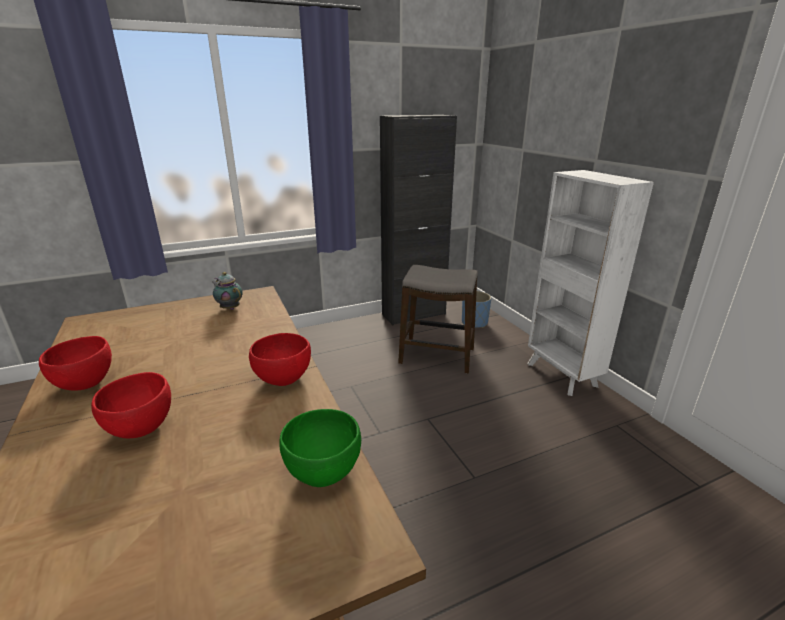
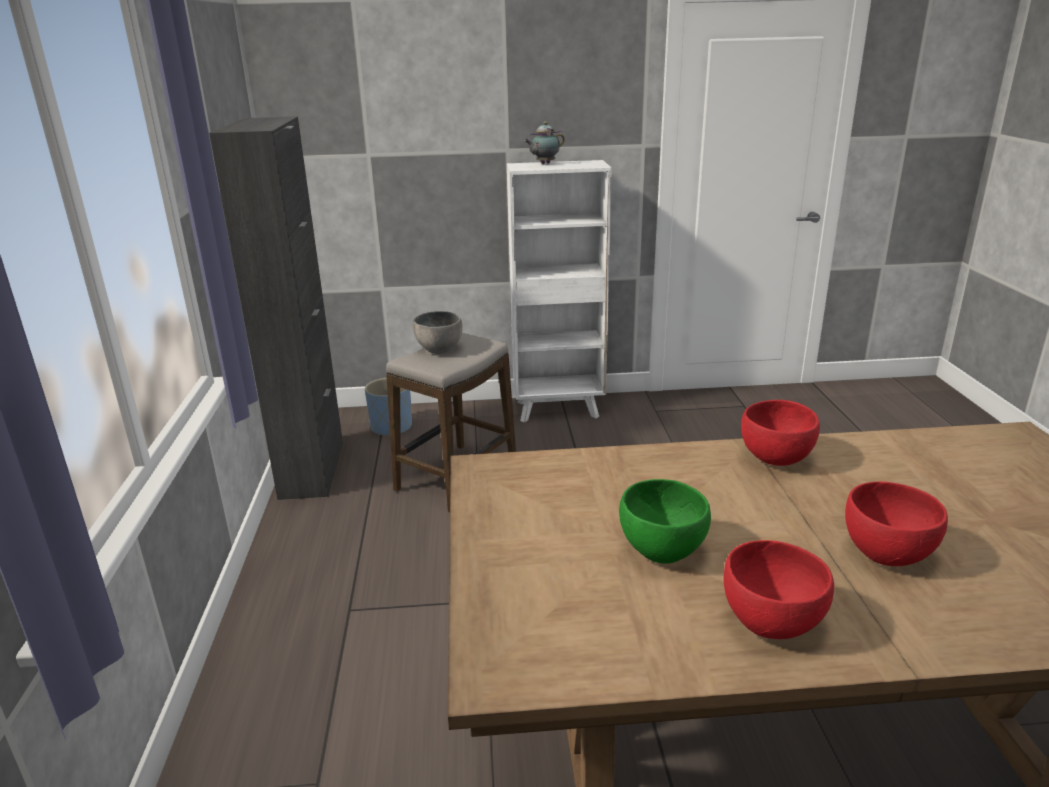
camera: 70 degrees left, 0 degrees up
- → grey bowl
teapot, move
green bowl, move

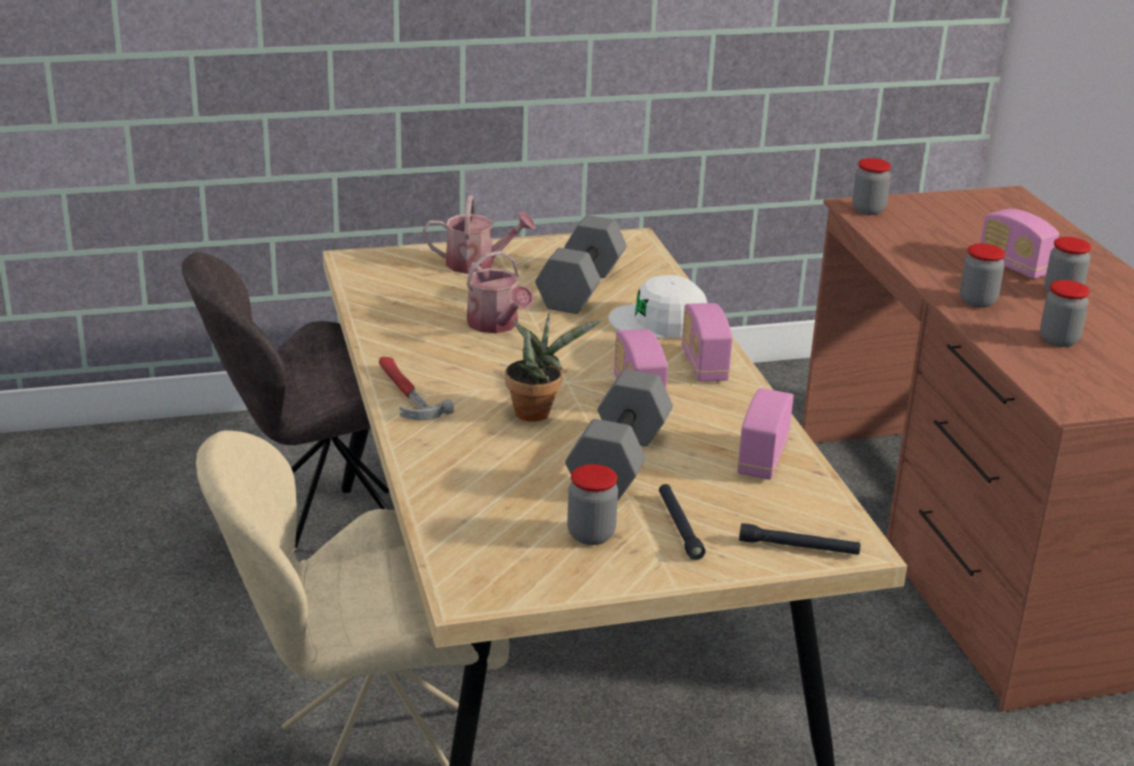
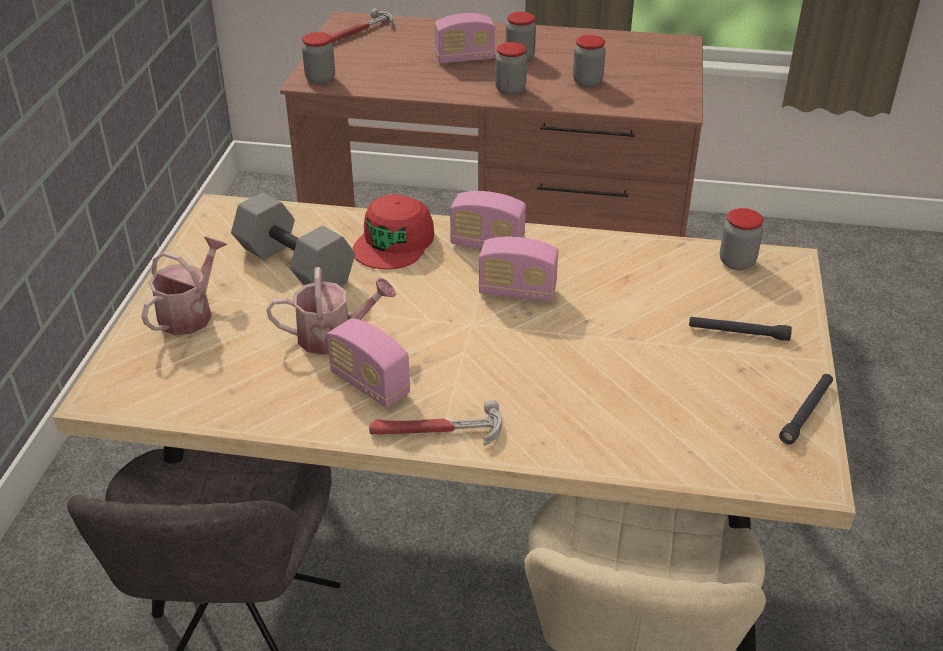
camera: 65 degrees left, 10 degrees up
radio (3rd from left in the first image) → radio (1st from left), move
- → hammer (1st from left)
white cap → red cap
jar (1st from left in the first image) → jar (5th from left), move
black flashlight (2nd from left), move
potted plant → -
grey dumbbell (2nd from left) → -

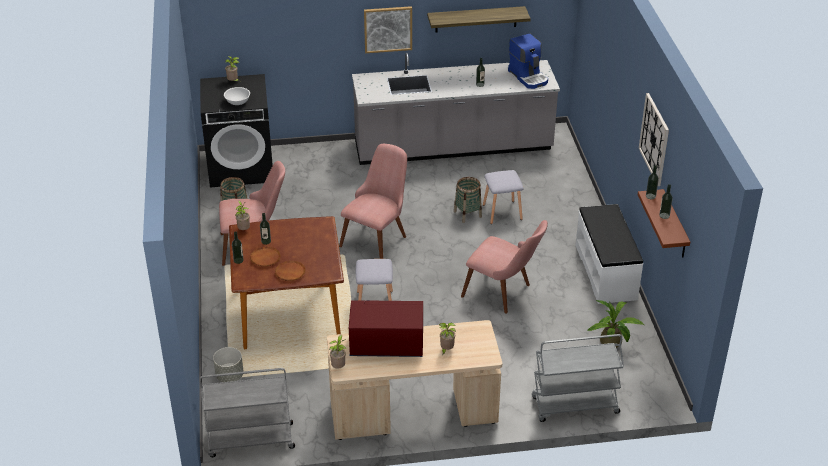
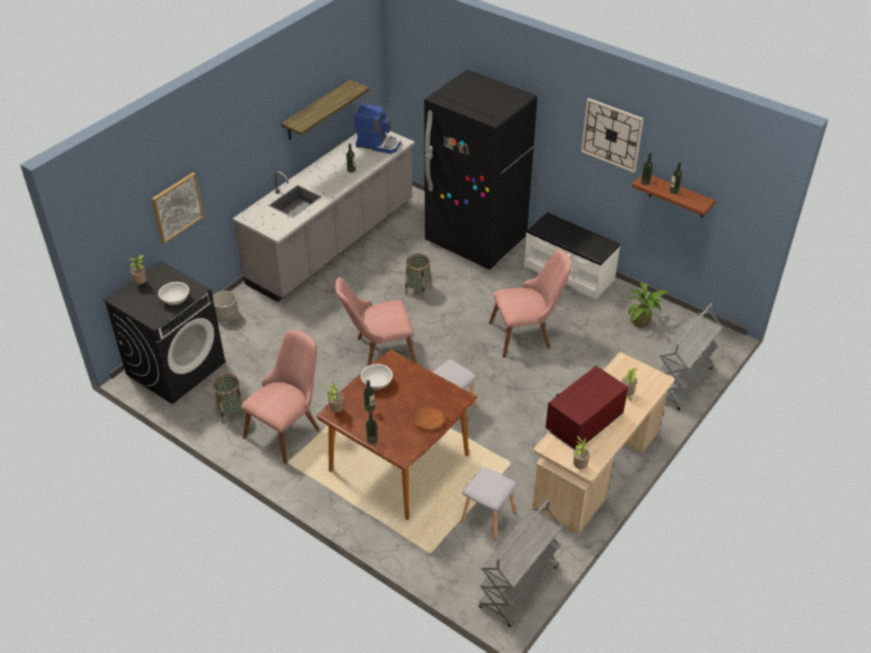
camera: 45 degrees left, 5 degrees up
picture, move
grey planter, move
pink chair (2nd from left), 90 degrees counterclockwise
- → white bowl (2nd from left)
- → black fridge
grey stool (2nd from left), move
brown plate (1st from left) → -

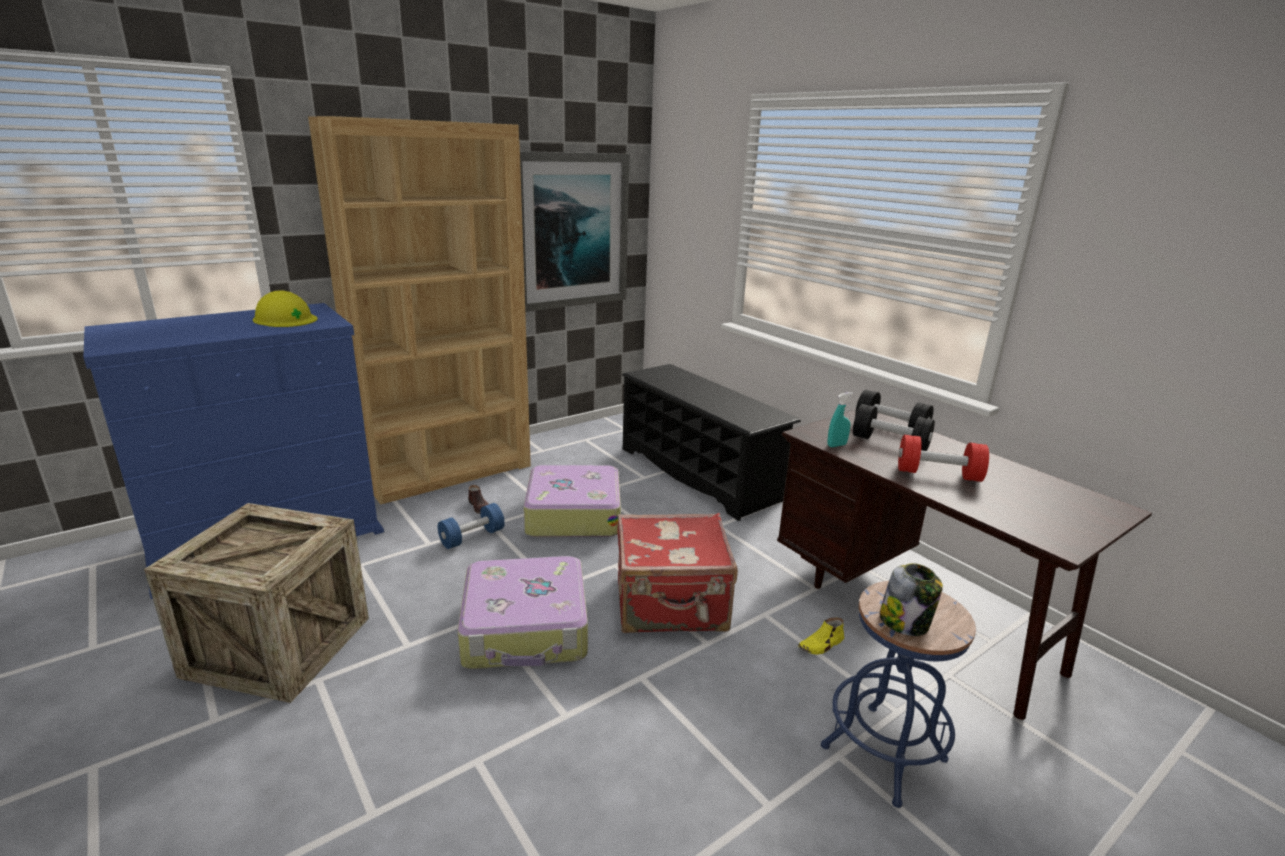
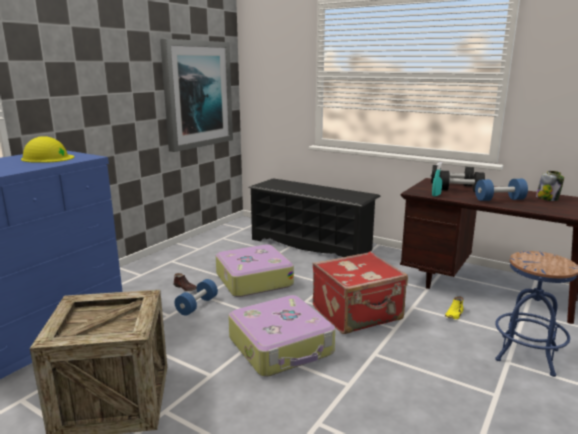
camera: 20 degrees left, 5 degrees down
red dumbbell → blue dumbbell (2nd from left)
jar, move
brown bookcase → -

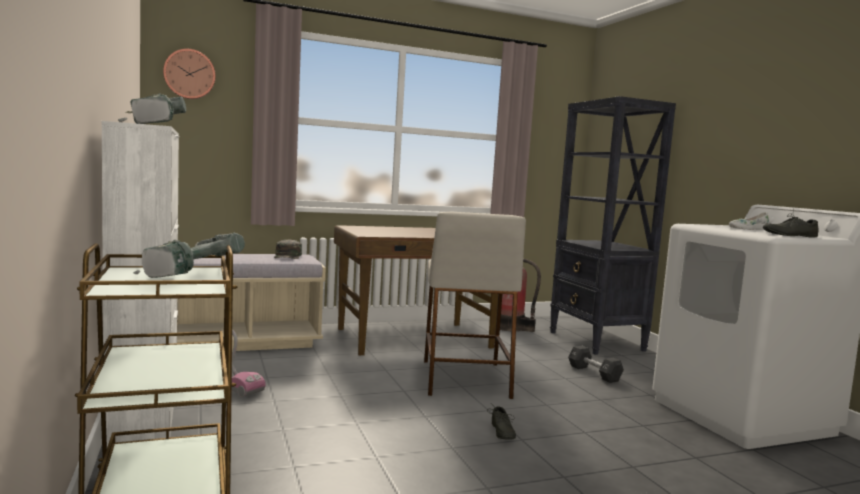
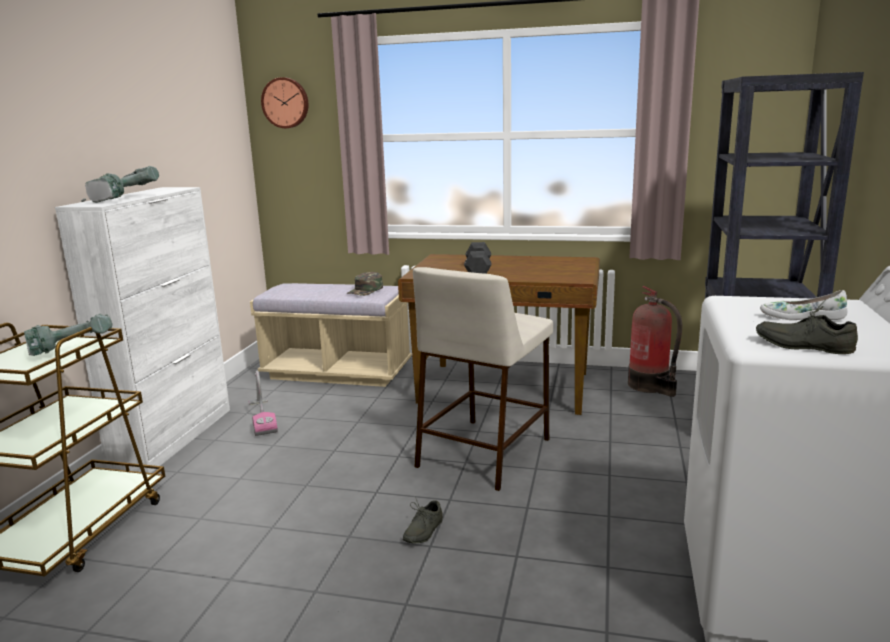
camera: 35 degrees right, 10 degrees up
black dumbbell, move

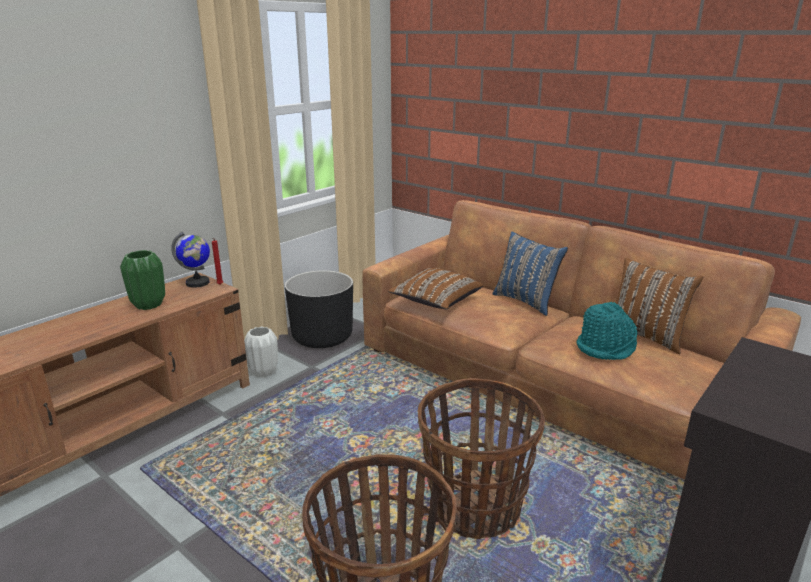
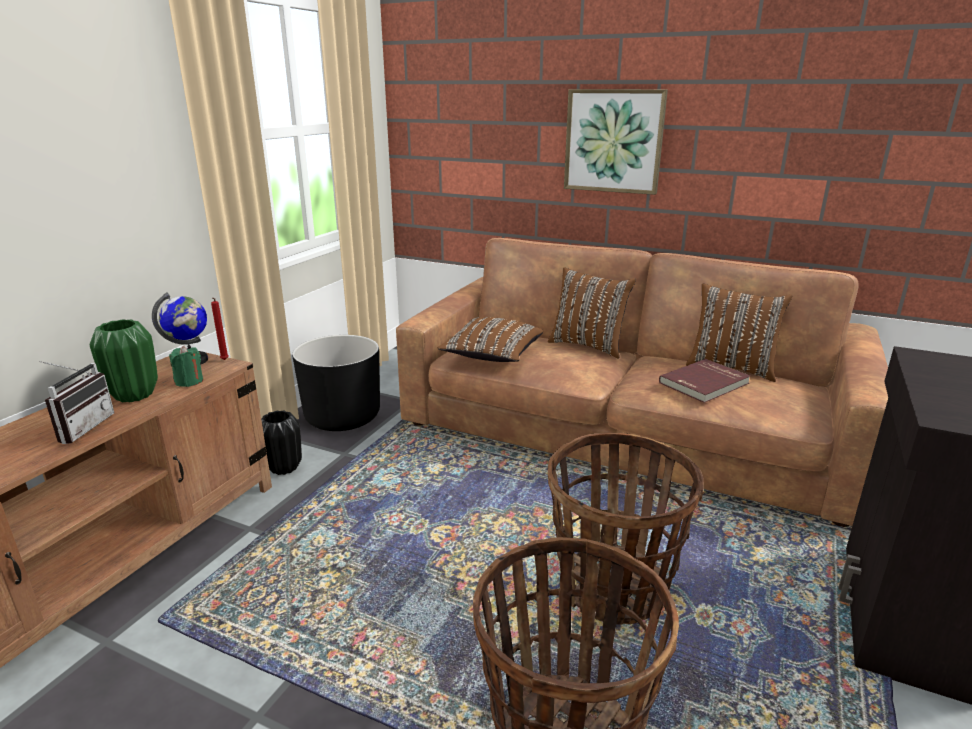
camera: 15 degrees left, 0 degrees up
- → radio
- → green candle
white vase → black vase
blue pillow → brown pillow (2nd from left)
- → picture
turquoise hat → red book

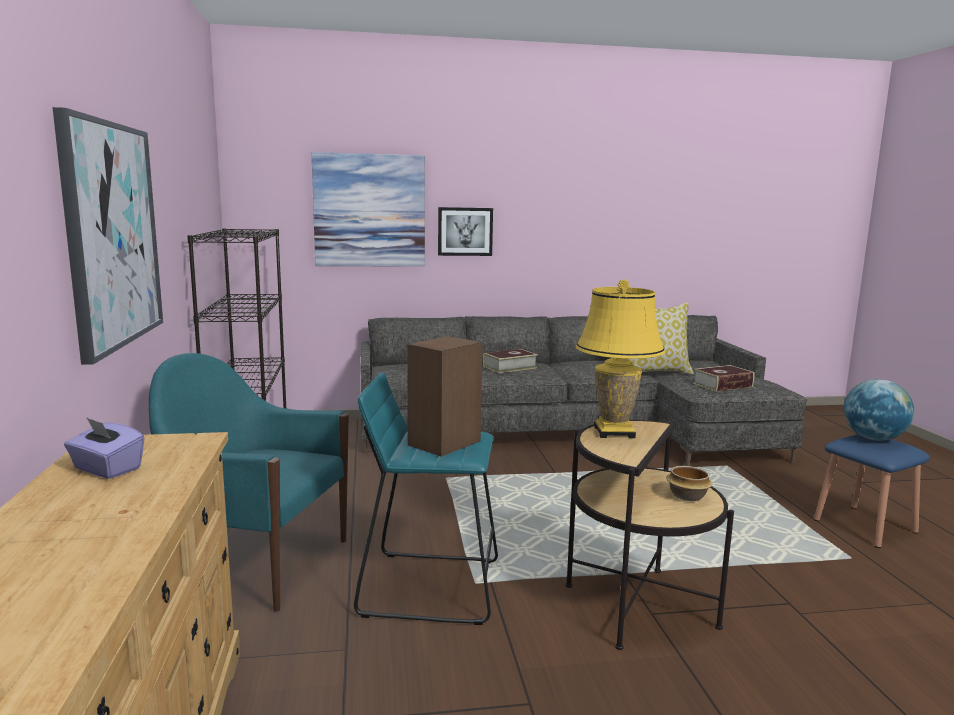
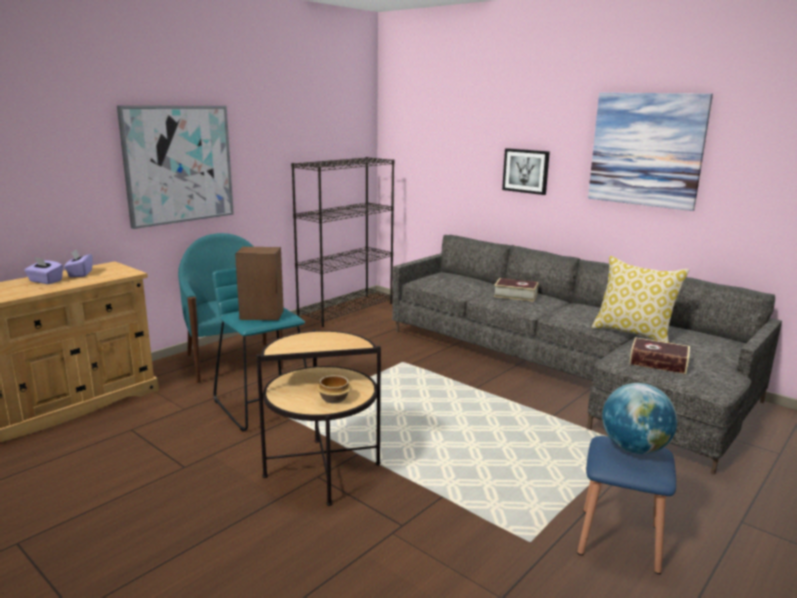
camera: 50 degrees right, 5 degrees up
- → purple tissue box (1st from left)
picture (2nd from left in the first image) → picture (3rd from left), move
yellow table lamp → -

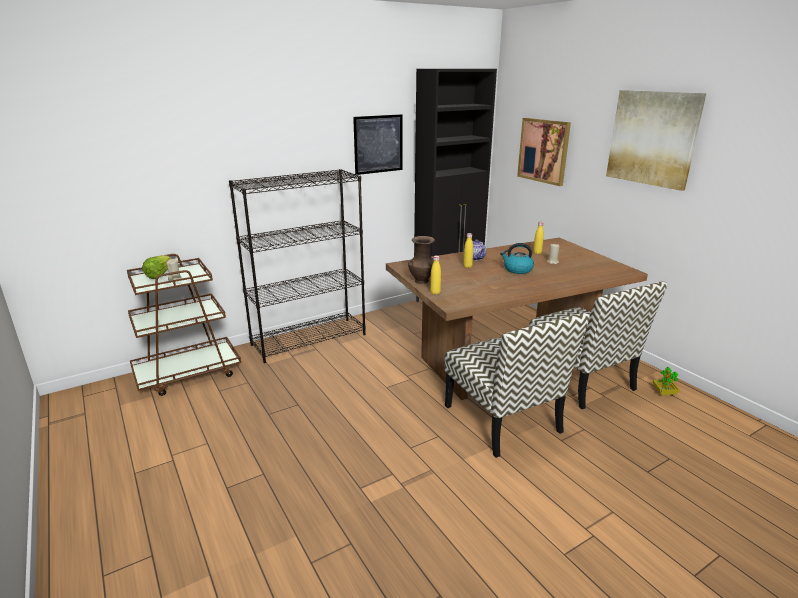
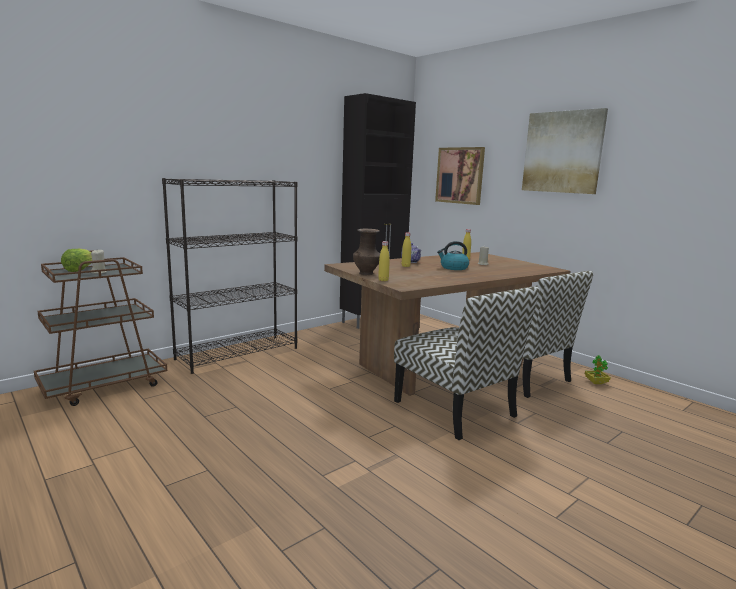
camera: 10 degrees left, 10 degrees down
picture (1st from left) → -

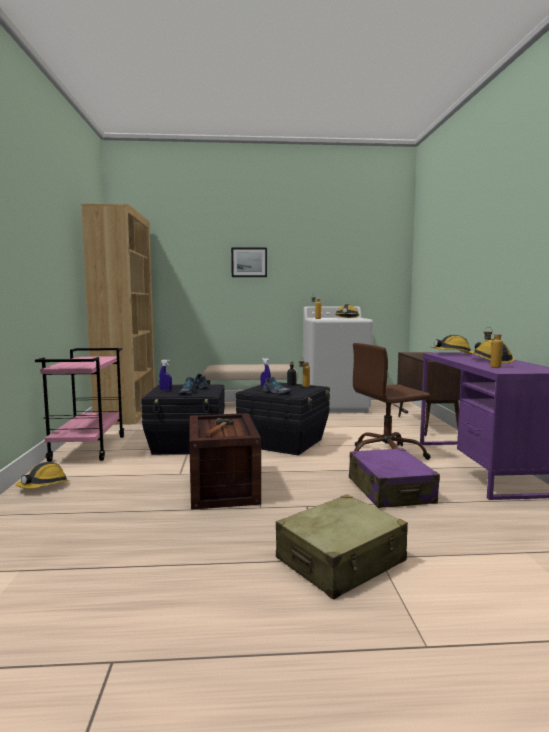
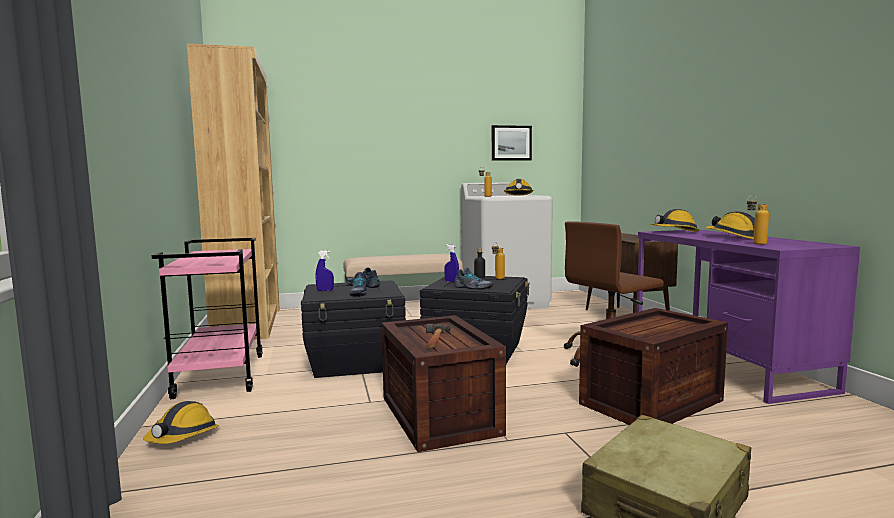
camera: 10 degrees left, 0 degrees up
picture, move
purple suitcase → crate (2nd from left)

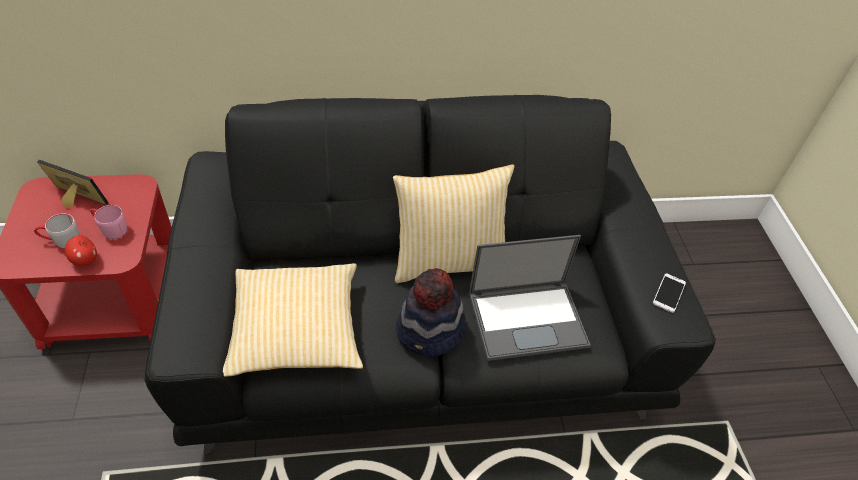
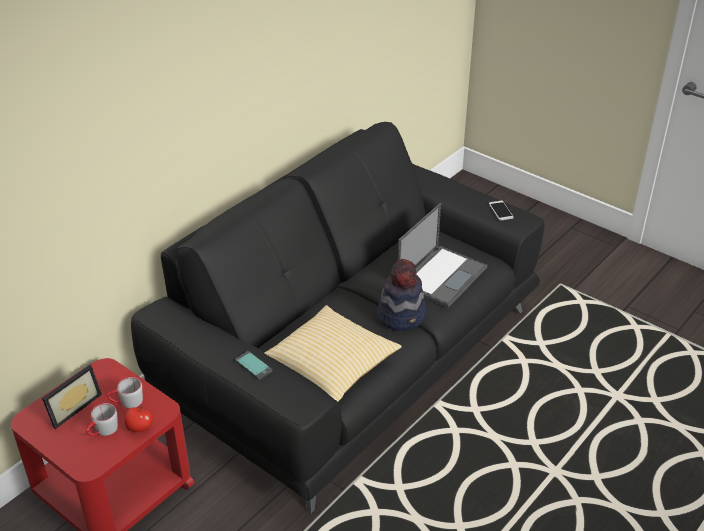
camera: 40 degrees left, 10 degrees down
picture frame, 150 degrees clockwise
pink mug → grey mug (2nd from left)
- → phone (1st from left)
pillow (2nd from left) → -

